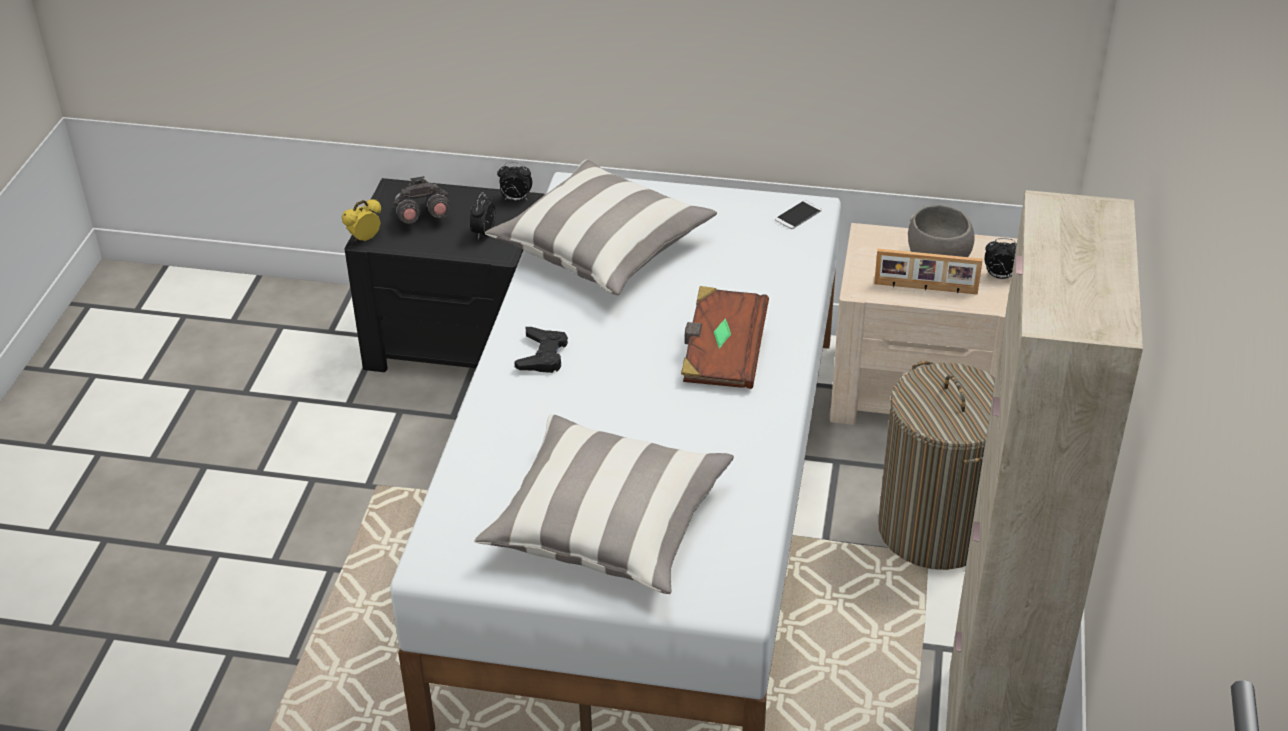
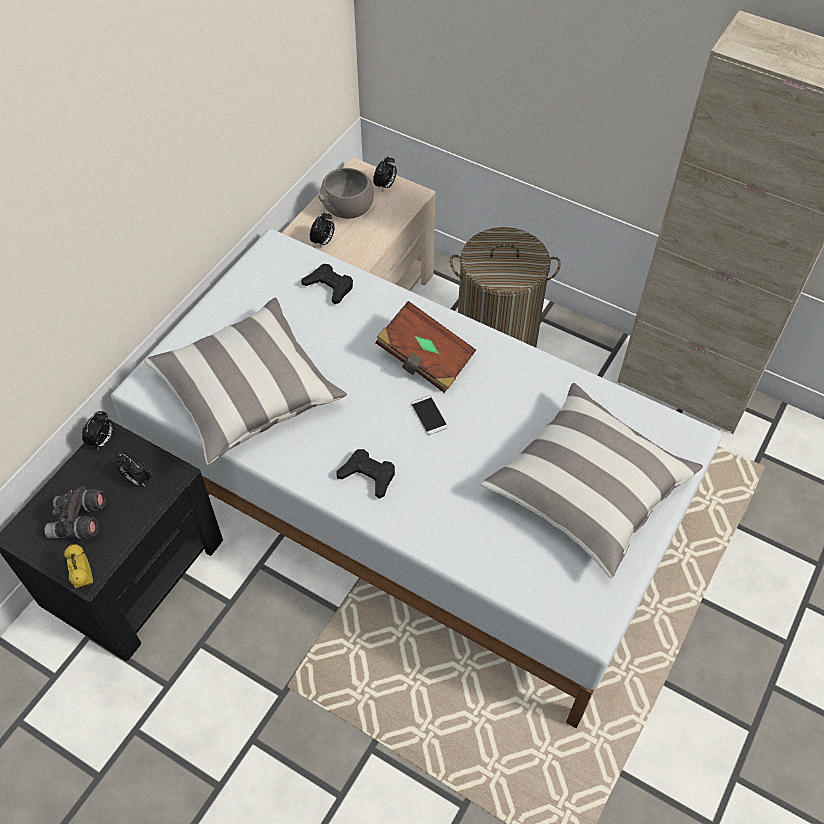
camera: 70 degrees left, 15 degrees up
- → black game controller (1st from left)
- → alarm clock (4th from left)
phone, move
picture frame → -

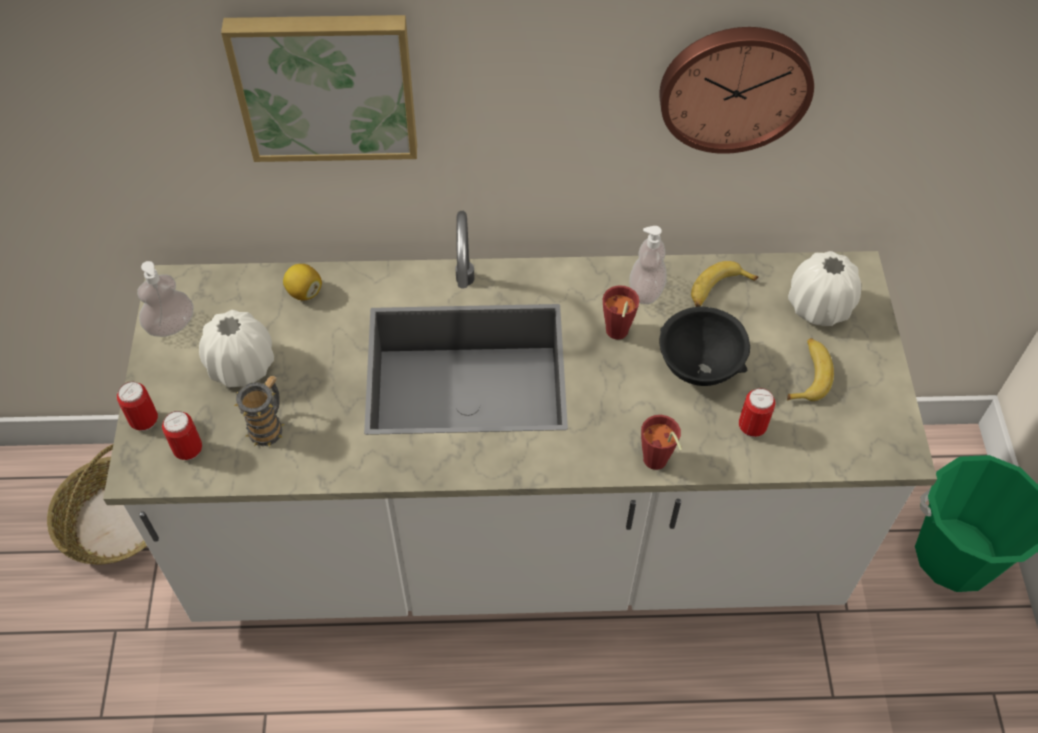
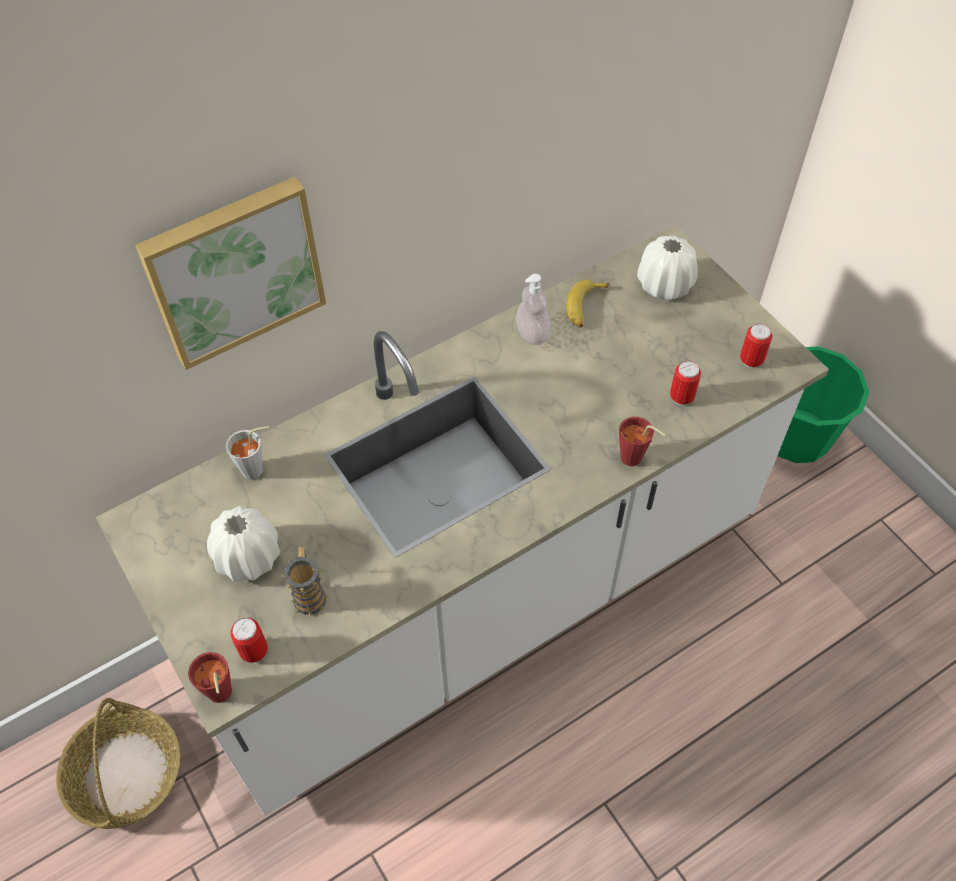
camera: 30 degrees left, 0 degrees up
red cup (1st from left), move
lemon → grey cup
can (1st from left in the first image) → can (3rd from left), move
soap dispenser (1st from left) → -
wall clock → -
black bowl → -
banana (2nd from left) → -

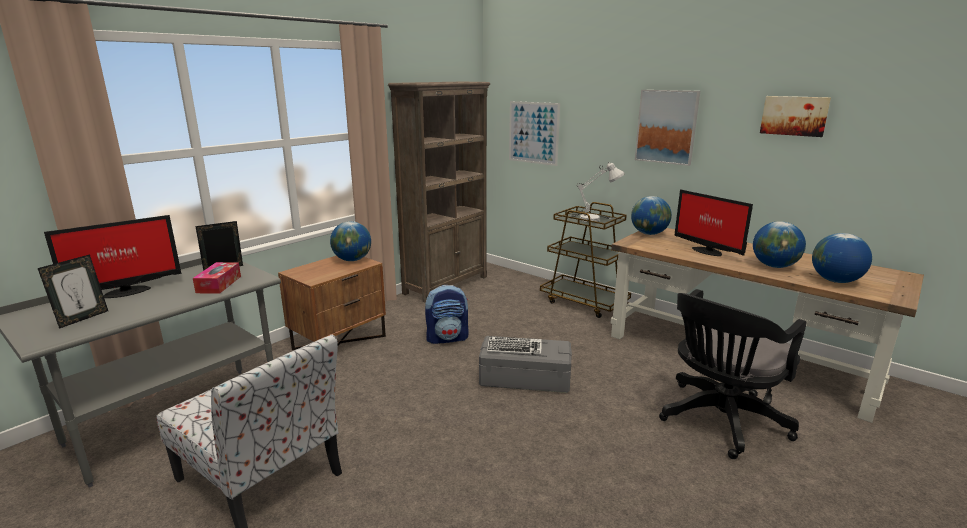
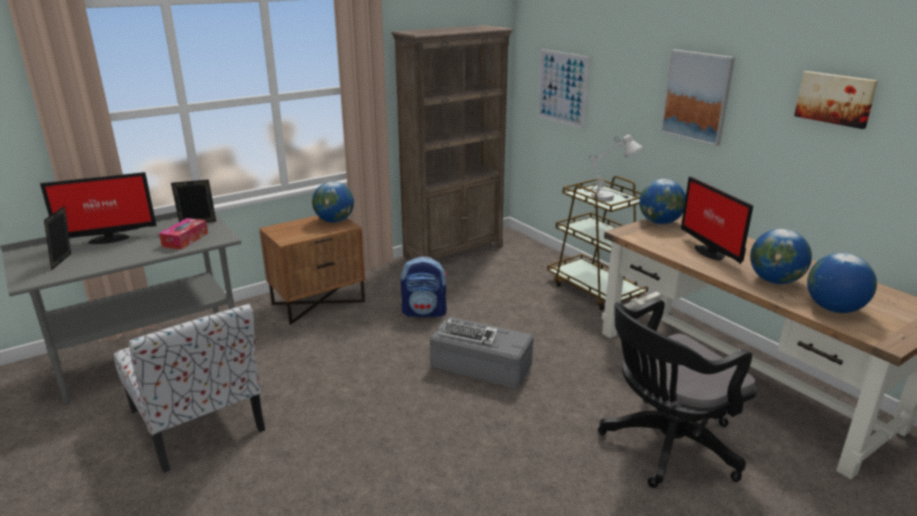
camera: 15 degrees right, 5 degrees up
picture frame (1st from left), 135 degrees clockwise

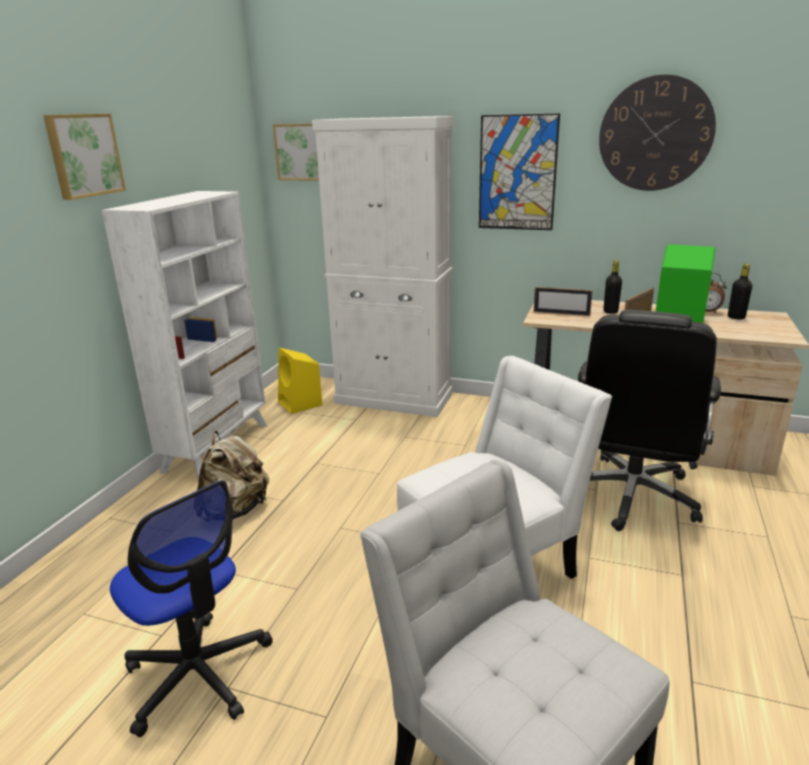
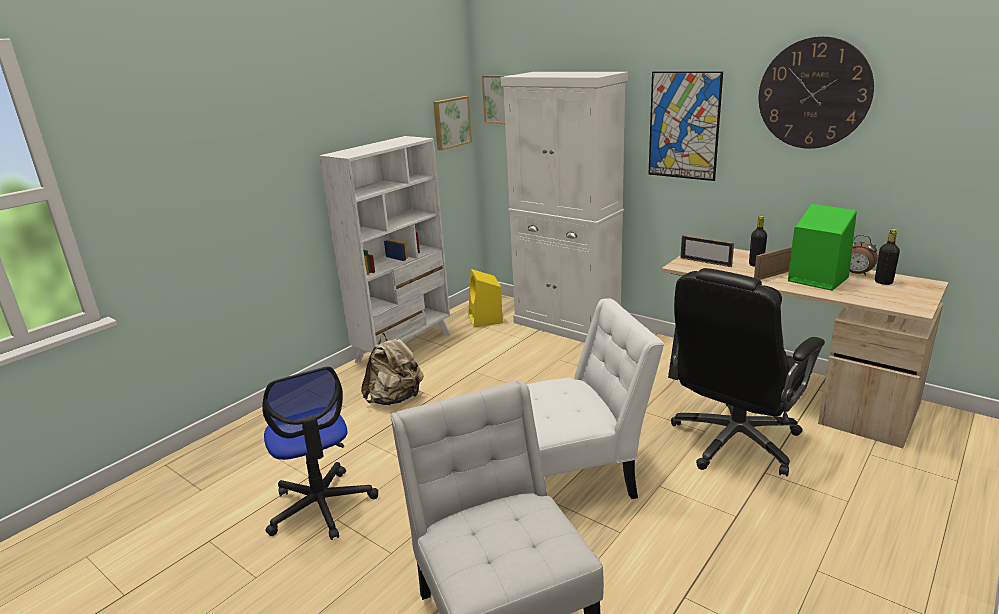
camera: 20 degrees right, 0 degrees up
picture (1st from left), move

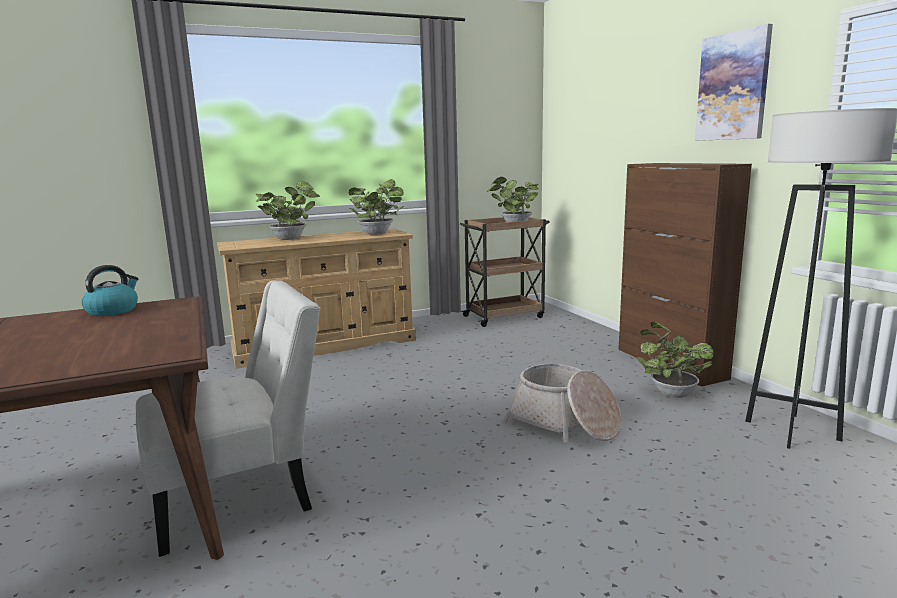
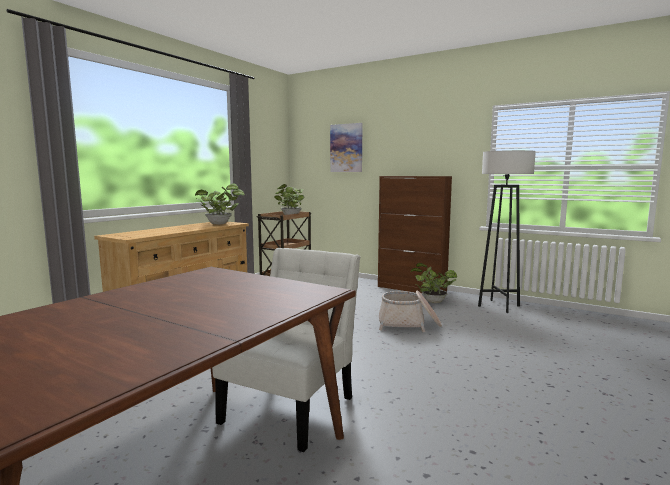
camera: 35 degrees left, 5 degrees down
picture, move
kettle → -
potted plant (1st from left) → -

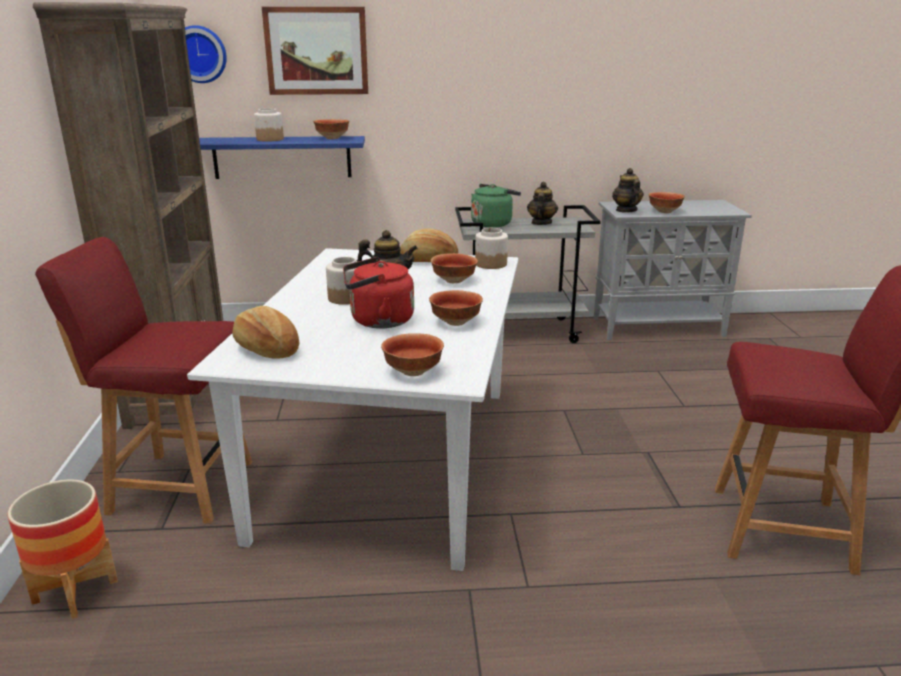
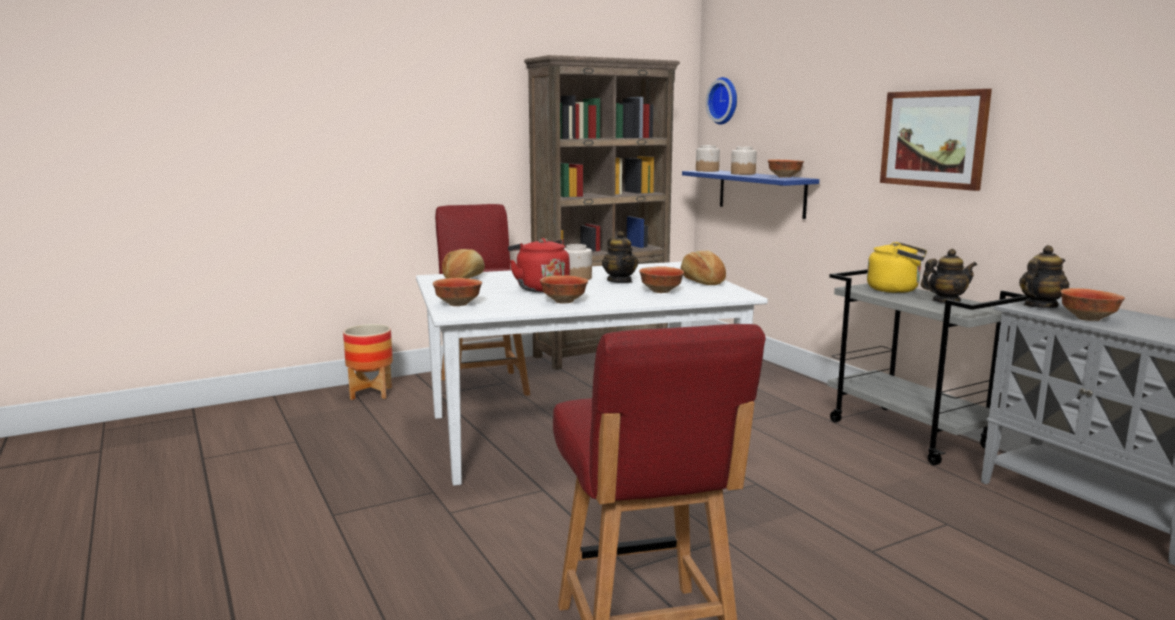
camera: 65 degrees right, 10 degrees down
jar (3rd from left in the first image) → jar (2nd from left), move
green kettle → yellow kettle
picture, move

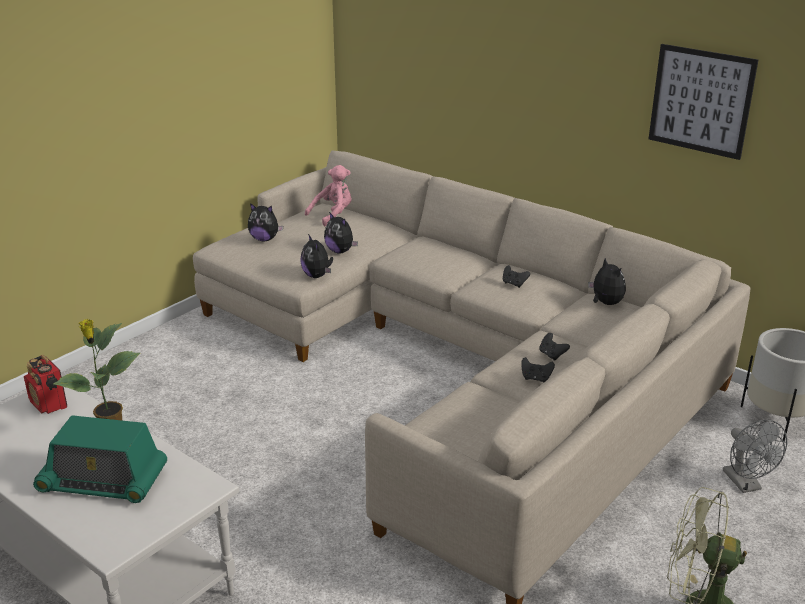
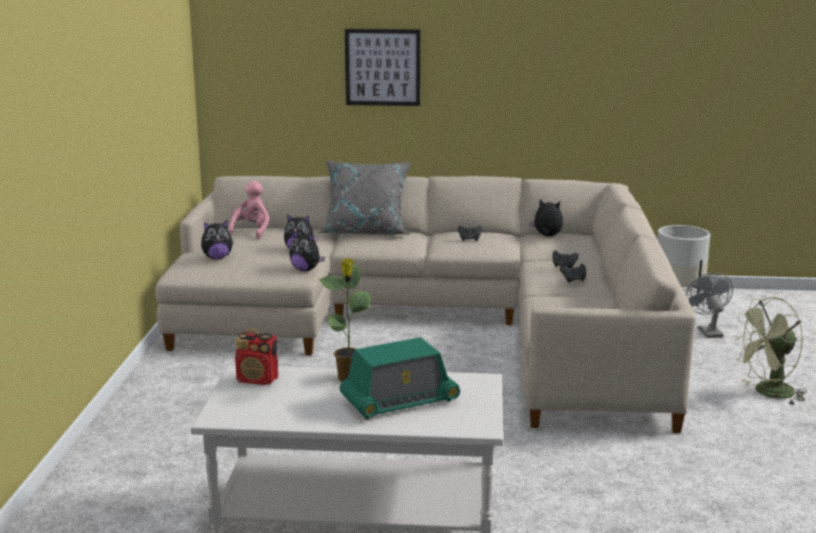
camera: 35 degrees left, 10 degrees down
- → grey pillow
picture, move
grey fan, 135 degrees counterclockwise

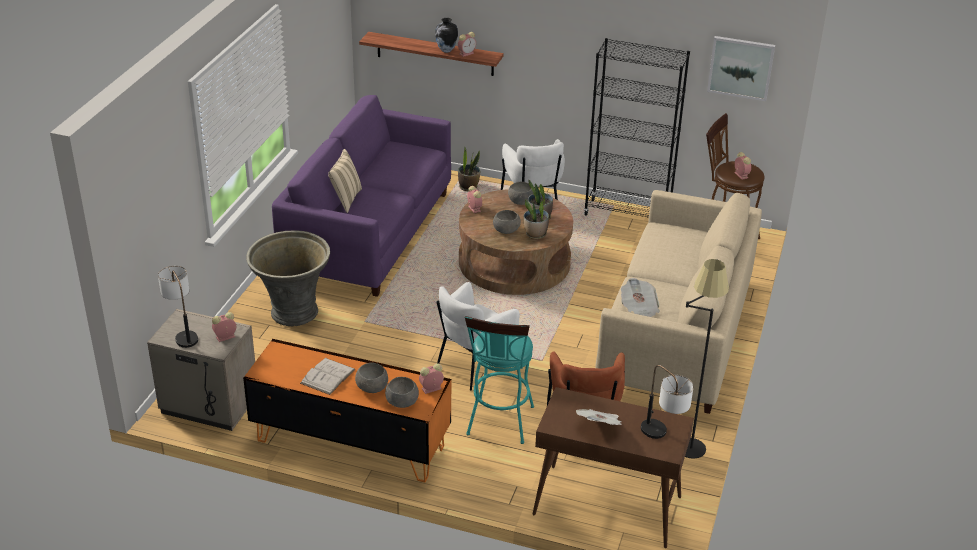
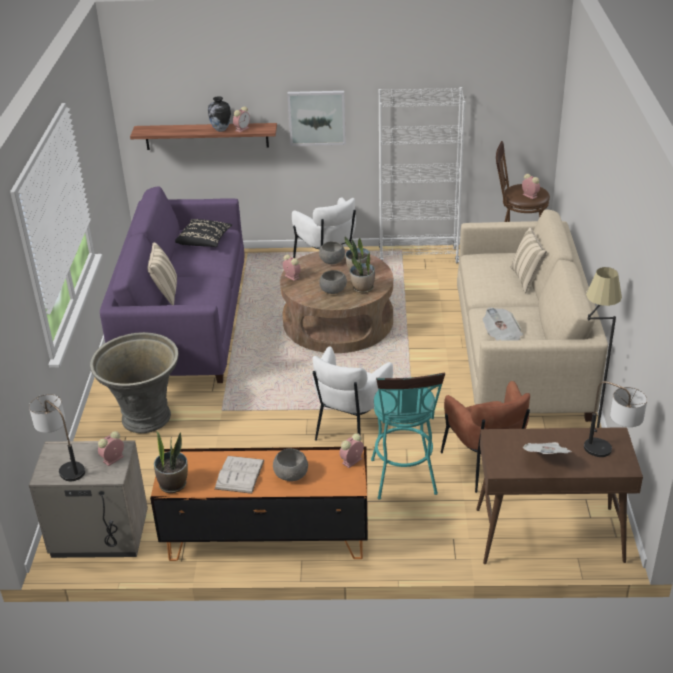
camera: 15 degrees left, 0 degrees up
potted plant (1st from left), move
- → black pillow
picture, move
black bookcase → white bookcase
- → beige pillow (2nd from left)
grey bowl (2nd from left) → -

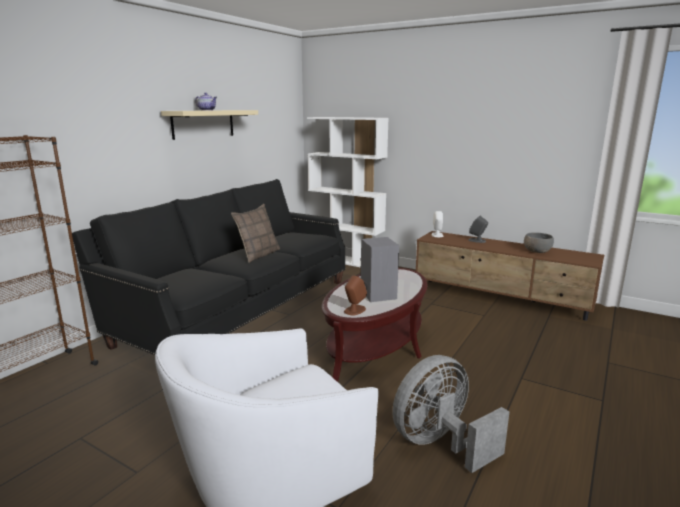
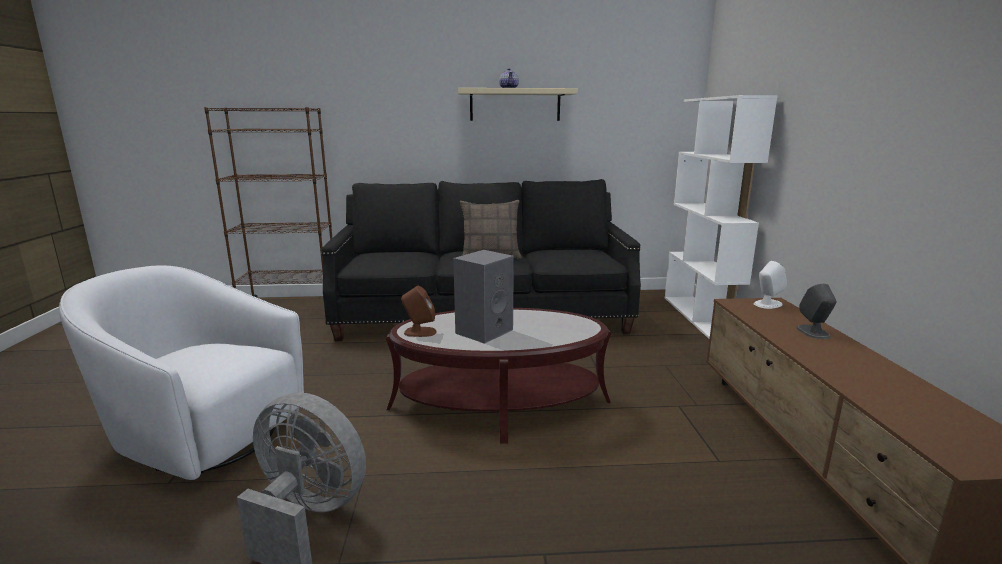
camera: 55 degrees right, 0 degrees up
grey bowl → -

